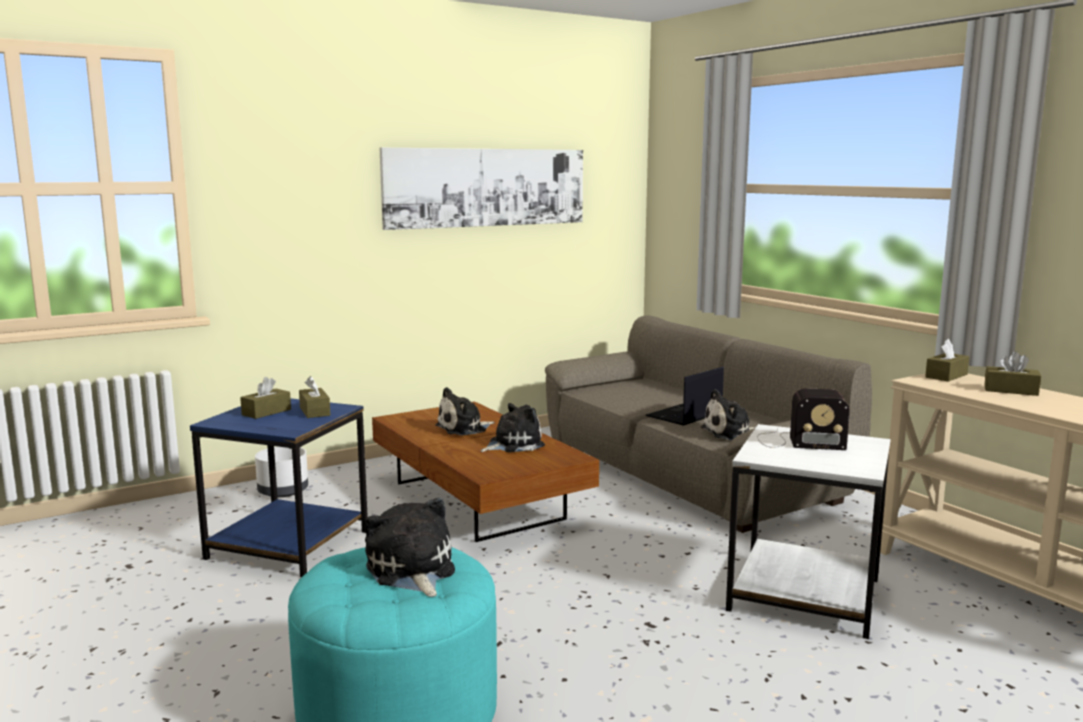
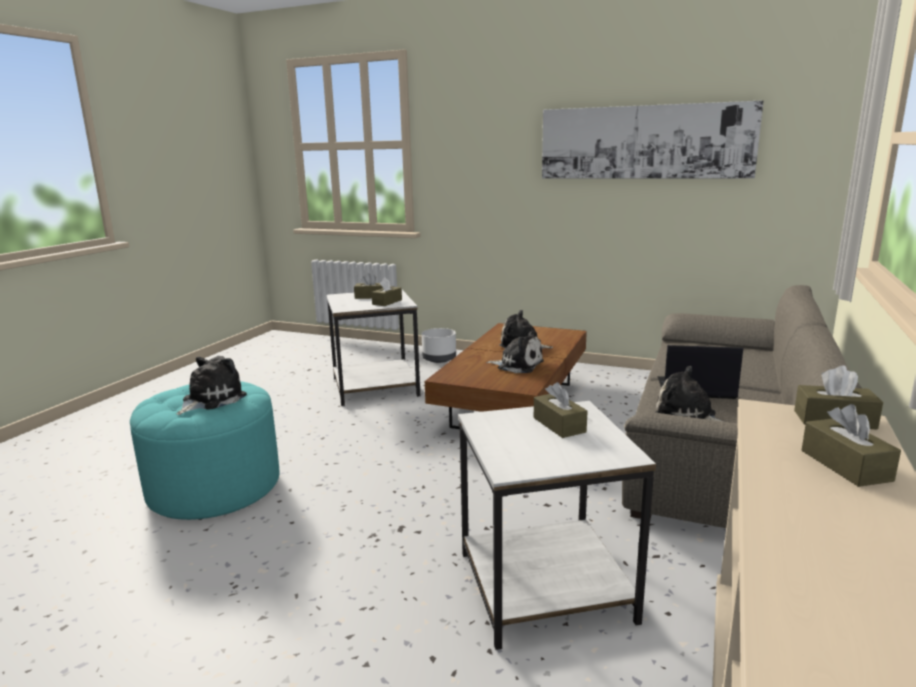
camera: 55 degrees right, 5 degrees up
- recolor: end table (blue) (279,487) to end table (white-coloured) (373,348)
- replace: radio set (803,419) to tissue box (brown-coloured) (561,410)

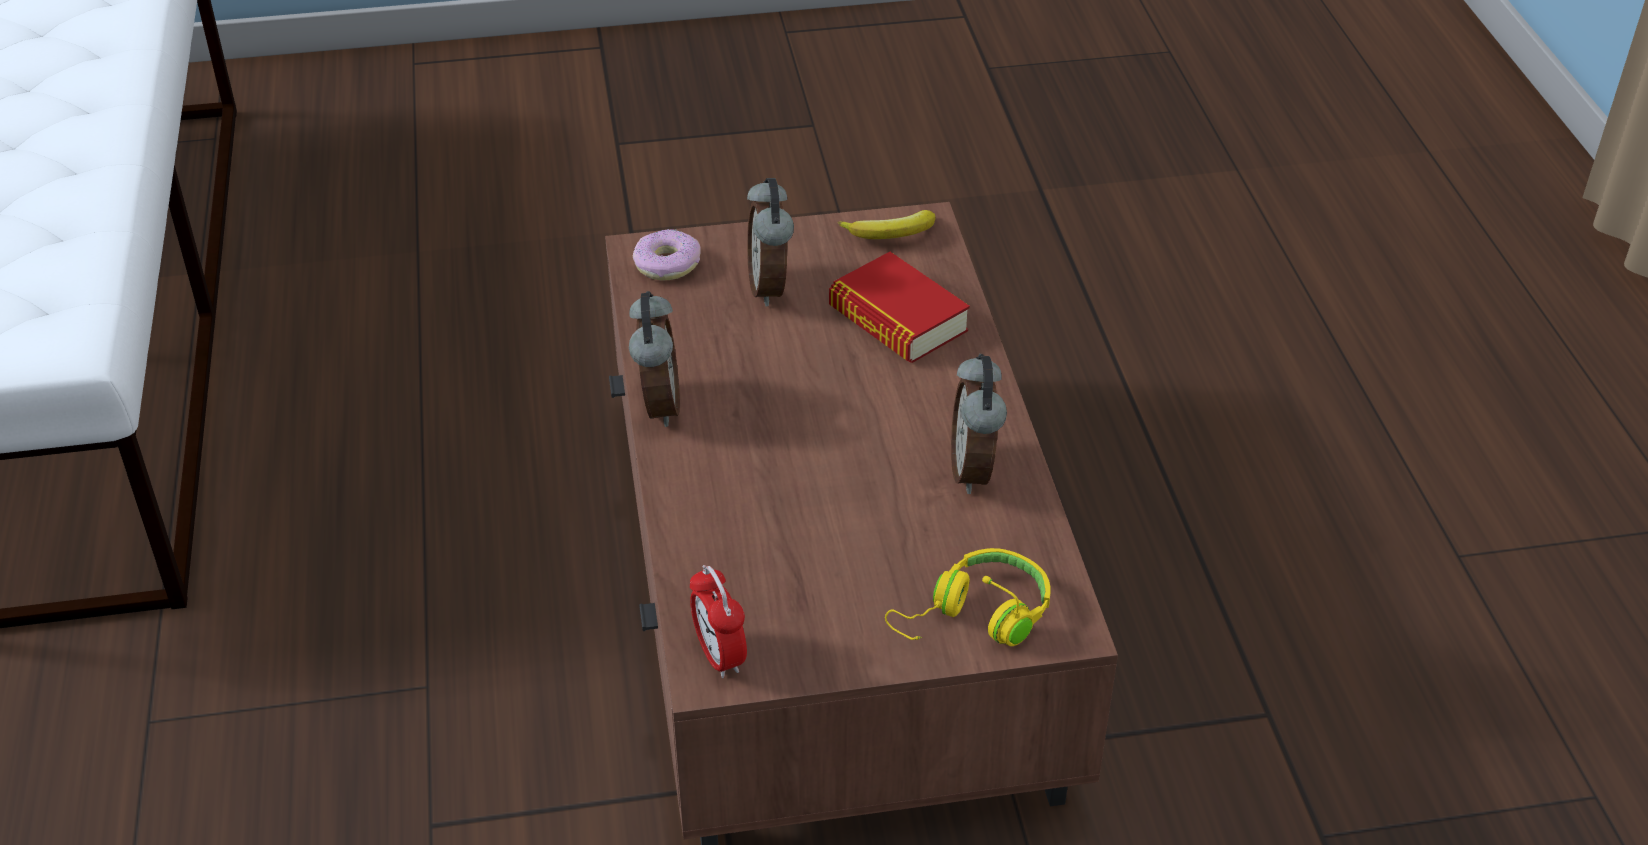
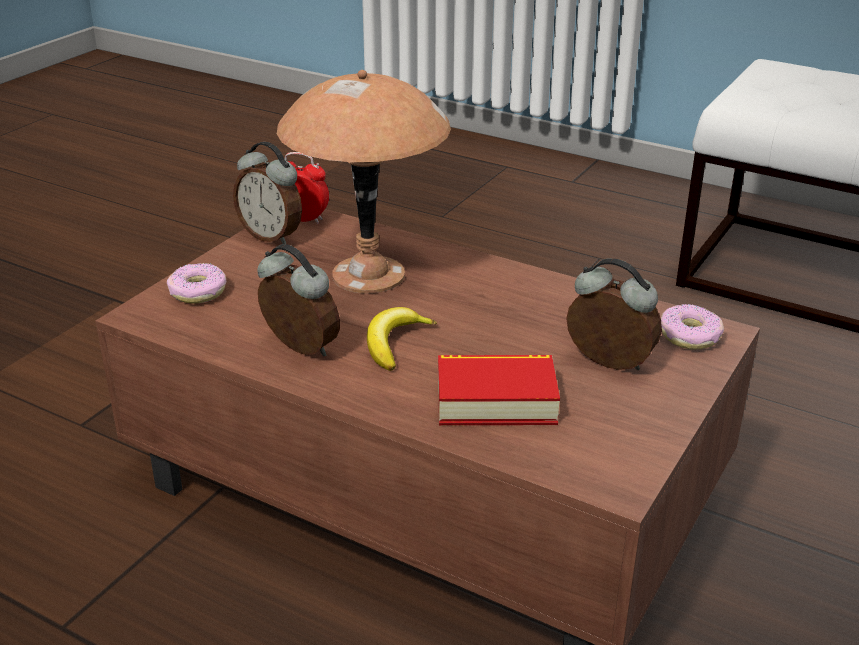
camera: 130 degrees right, 10 degrees down
- move: alarm clock (654,359) to (267,193)
- move: banana (886,224) to (402,339)
- replace: headphones (yellowish) (968,597) to doughnut (196,283)
- insert: table lamp (brown-coloured) (364,182)

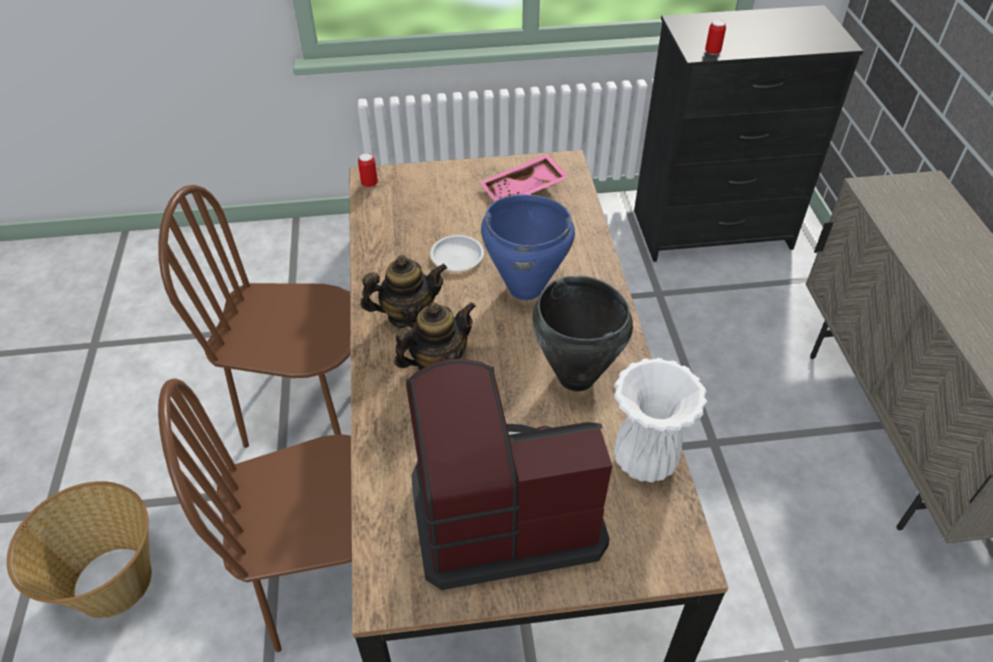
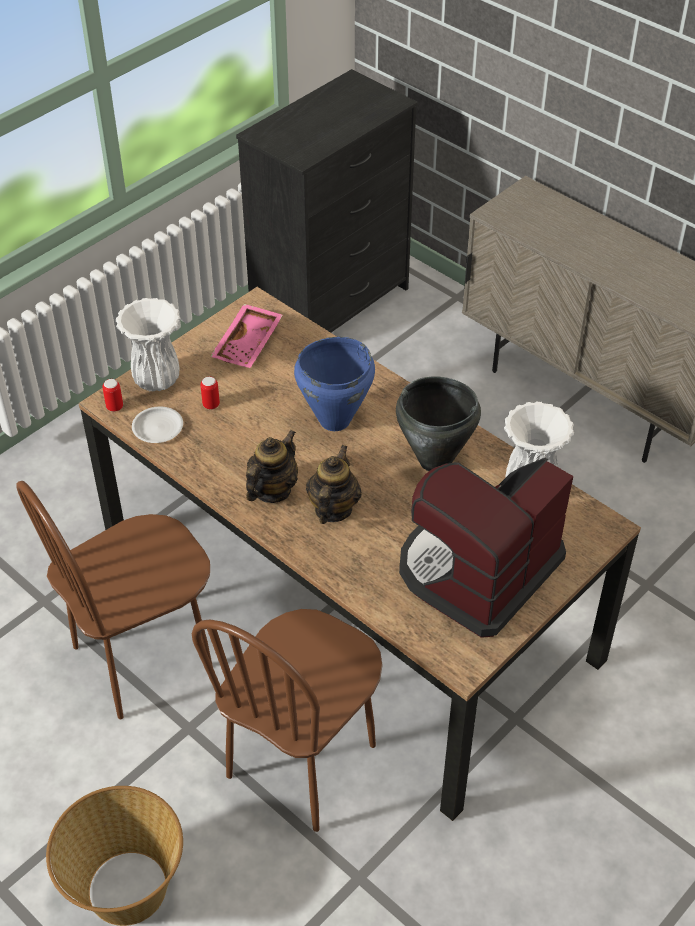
camera: 40 degrees left, 0 degrees up
- move: flat dish (white-coloured) (457,253) to (157,425)
- move: metal can (715,37) to (210,393)
- insert: vase (white-coloured) (148,344)

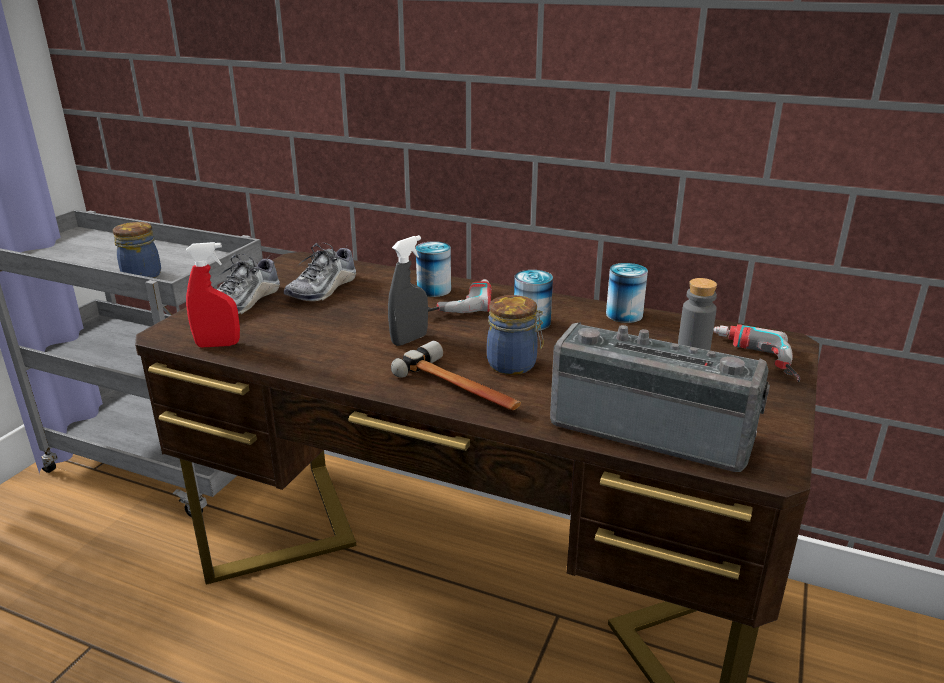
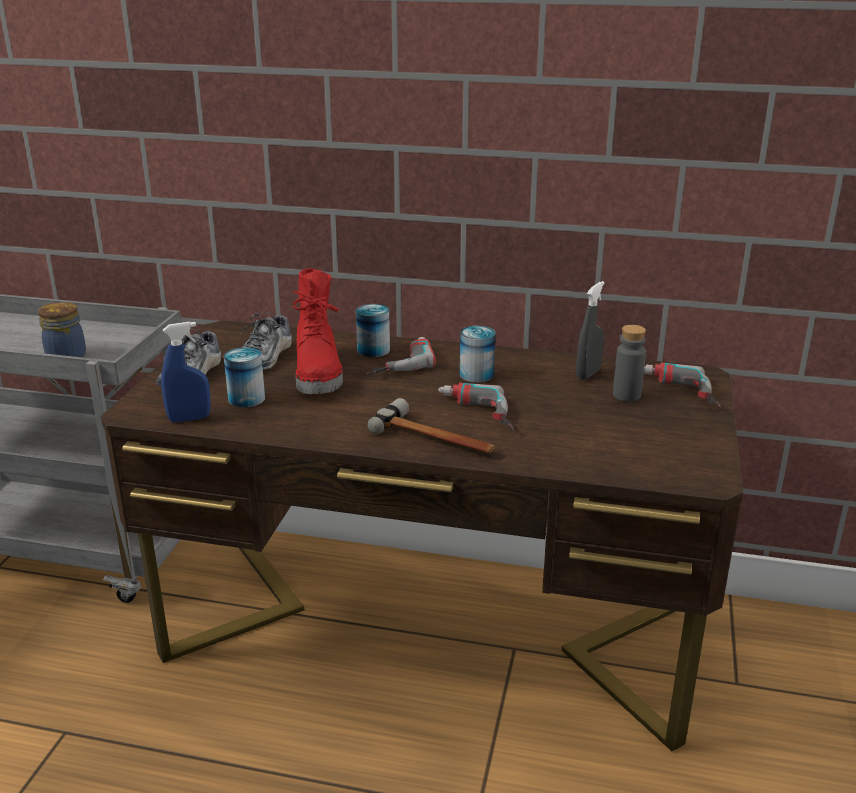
camera: 10 degrees left, 0 degrees up
- recolor: spray bottle (red) (213,294) to spray bottle (blue) (186,372)
- move: spray bottle (grey) (408,290) to (590,330)
- replace: preserve jar (515,335) to power drill (476,407)
- delete: radio set (660,397)
- move: metal can (627,293) to (244,377)
- insert: boot (red) (318,331)

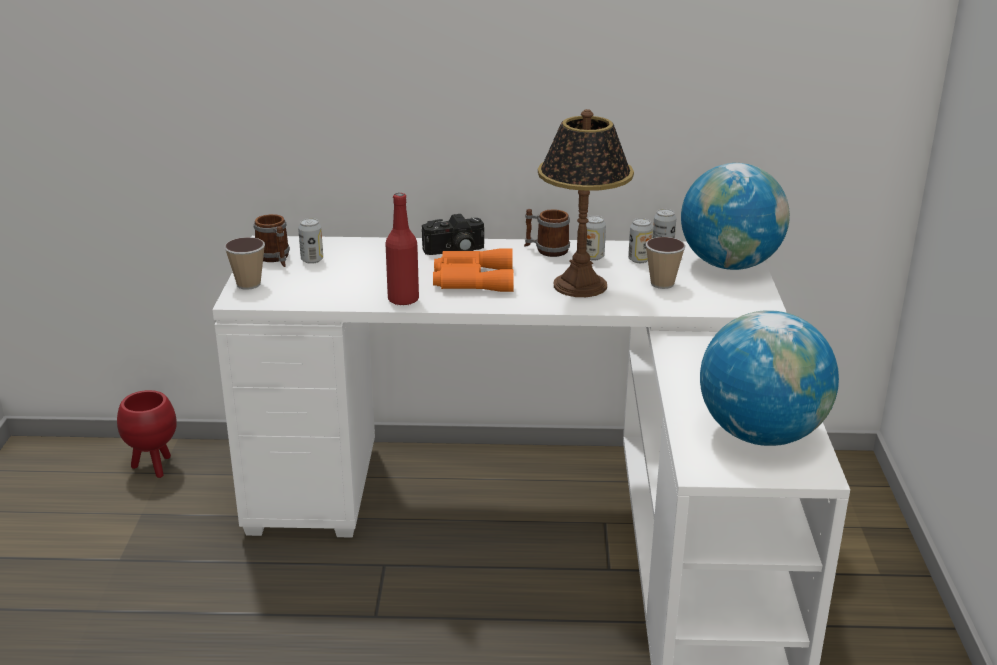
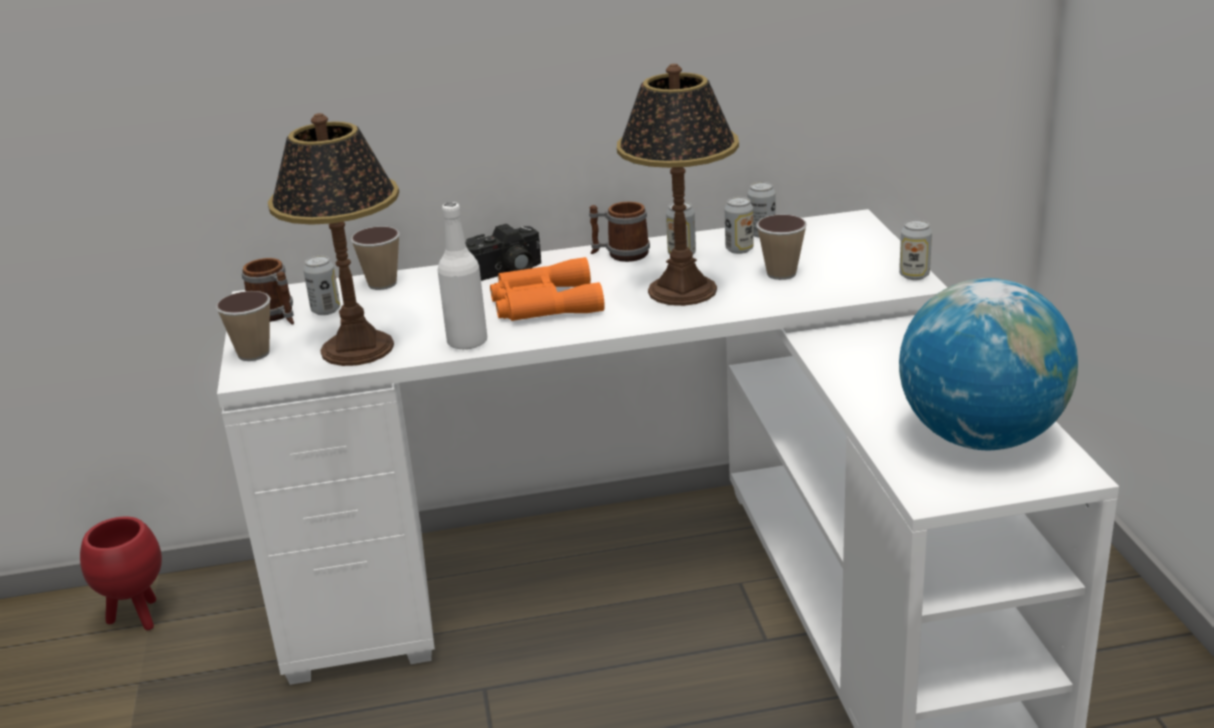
camera: 10 degrees left, 0 degrees up
- recolor: drink bottle (red) (402,249) to drink bottle (white-coloured) (462,276)
- delete: globe (735,216)
- insert: table lamp (333,239)
- insert: drinking cup (375,258)
- insert: metal can (915,250)

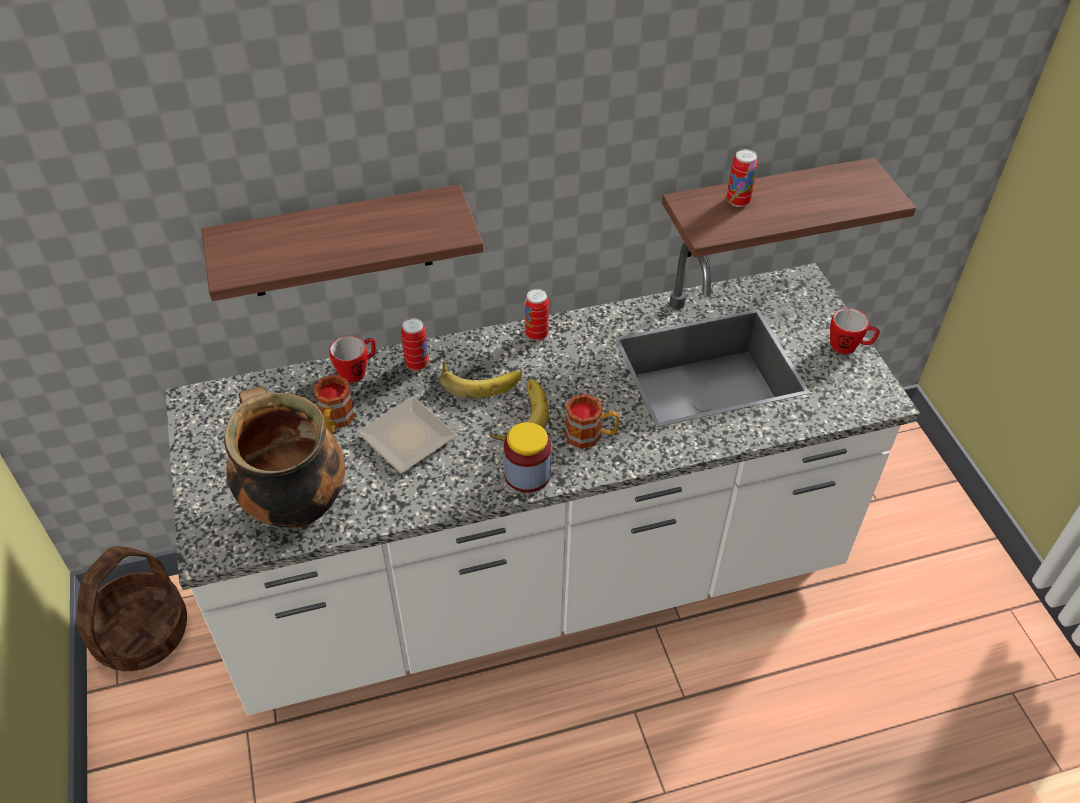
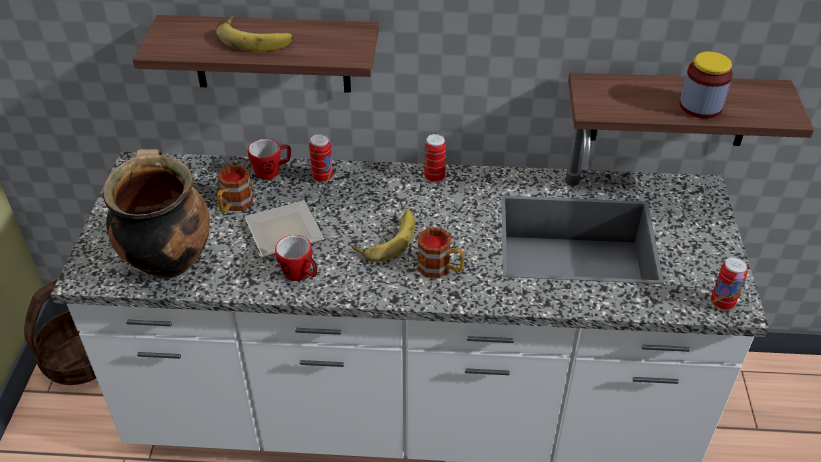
camera: 20 degrees right, 5 degrees down
- move: banana (480,378) to (254,33)
- move: preserve jar (527,457) to (706,85)
- move: metal can (742,178) to (729,283)
- move: tea mug (855,331) to (296,258)

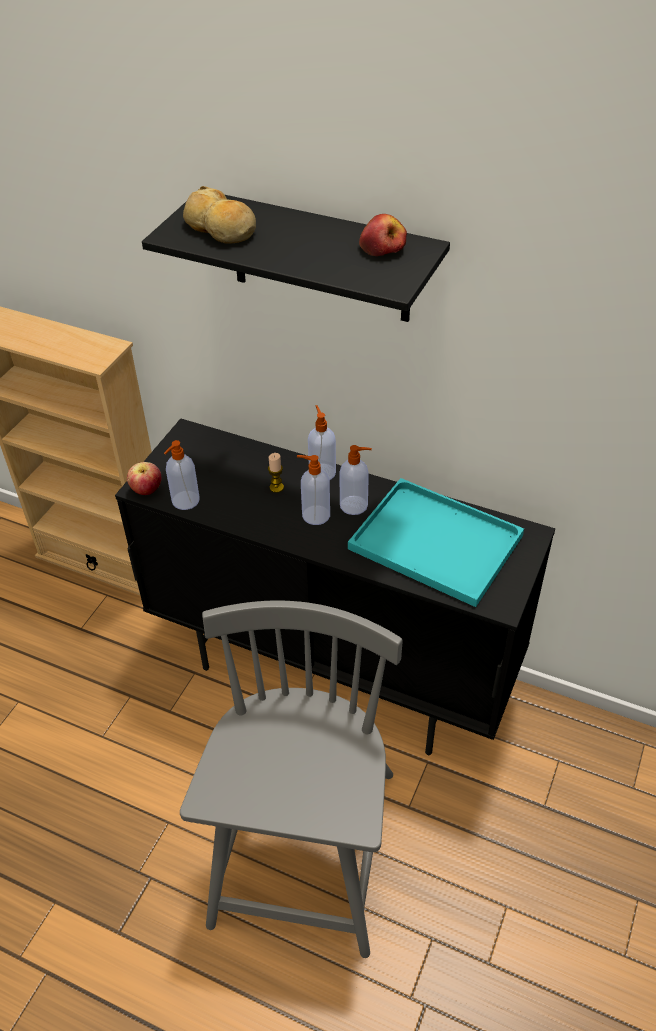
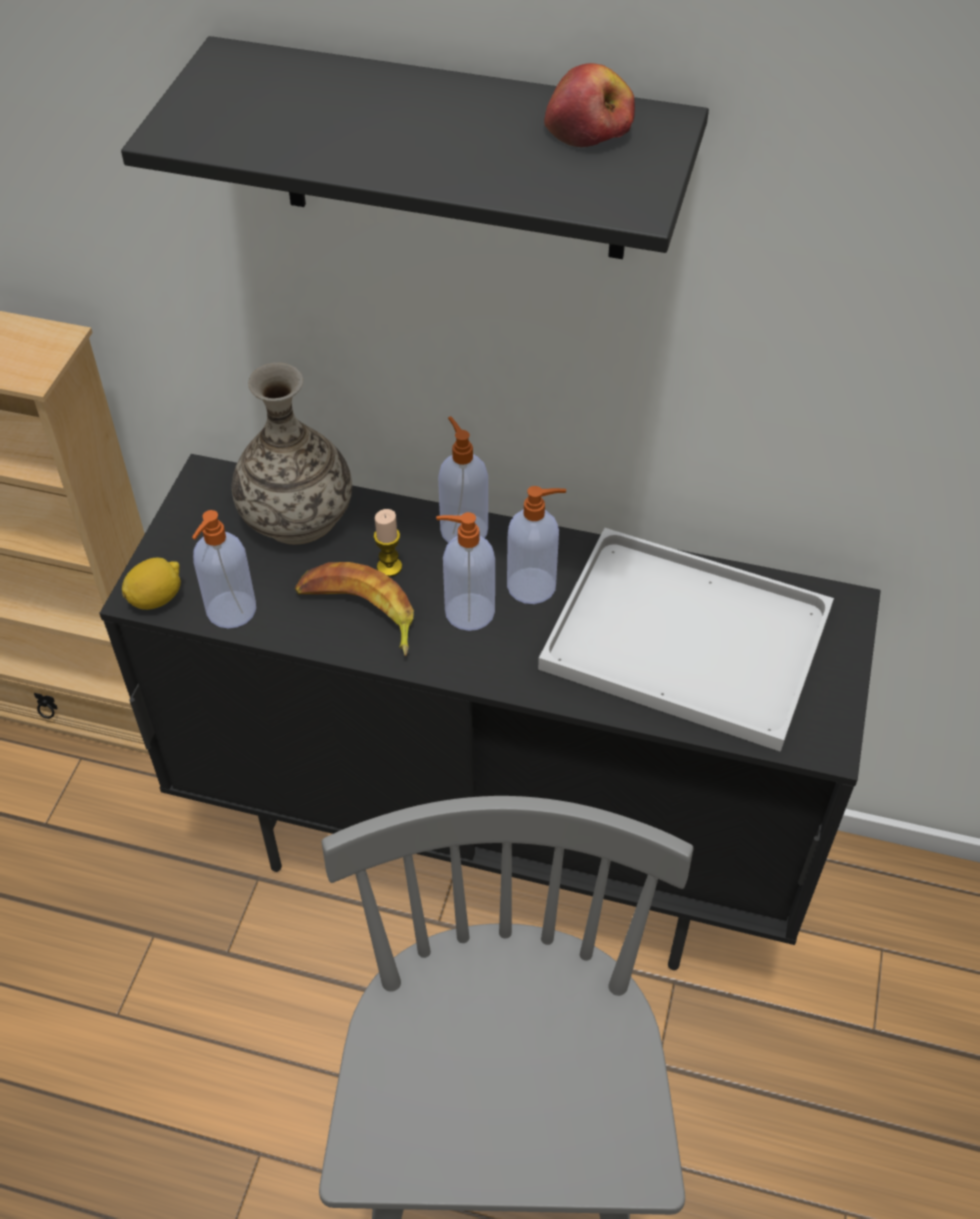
camera: 10 degrees left, 5 degrees up
- replace: whole apple (144,478) to citrus fruit (151,584)
- delete: bakery bread (219,214)
- recolor: serving tray (turquoise-coloured) (436,542) to serving tray (white-coloured) (686,640)
- insert: vase (292,454)
- insert: banana (354,609)

